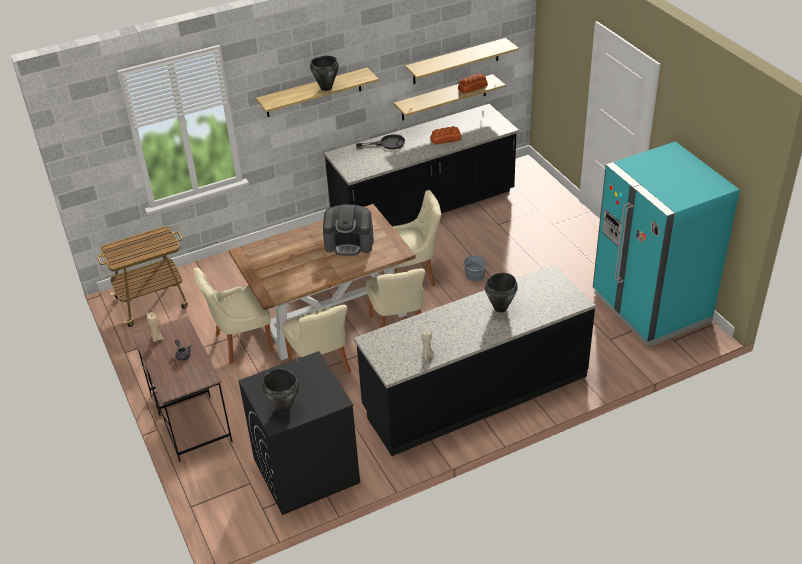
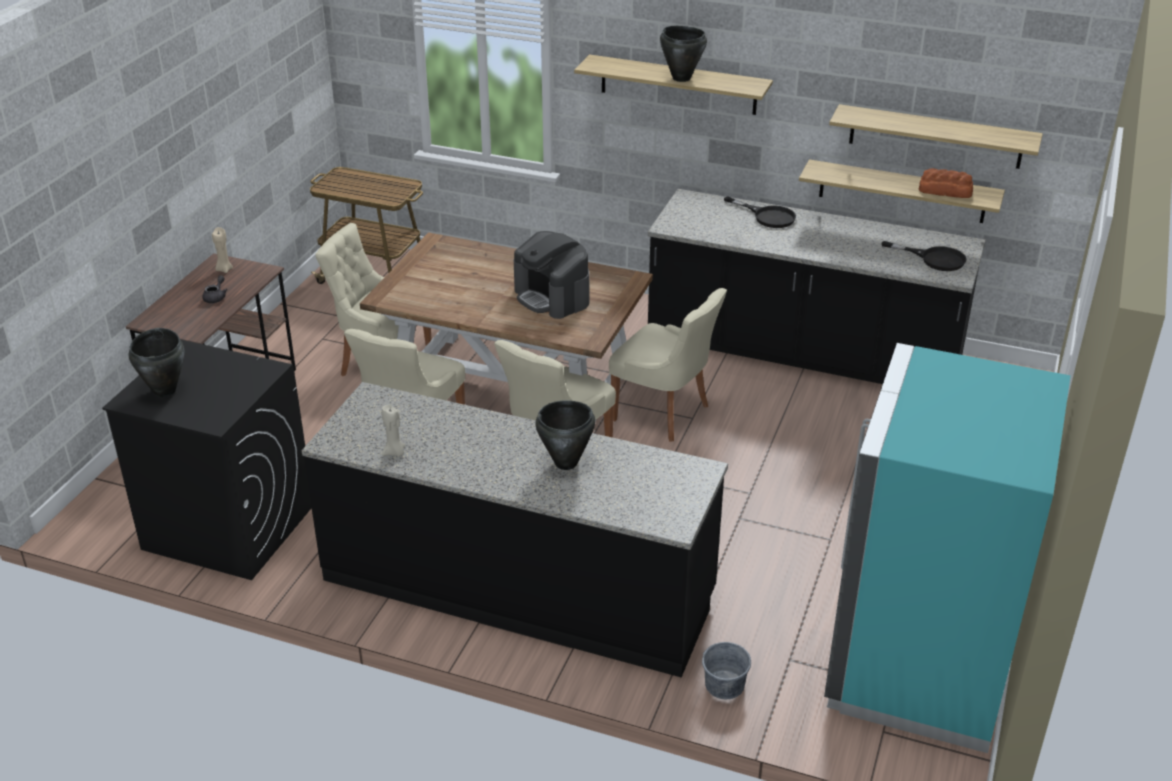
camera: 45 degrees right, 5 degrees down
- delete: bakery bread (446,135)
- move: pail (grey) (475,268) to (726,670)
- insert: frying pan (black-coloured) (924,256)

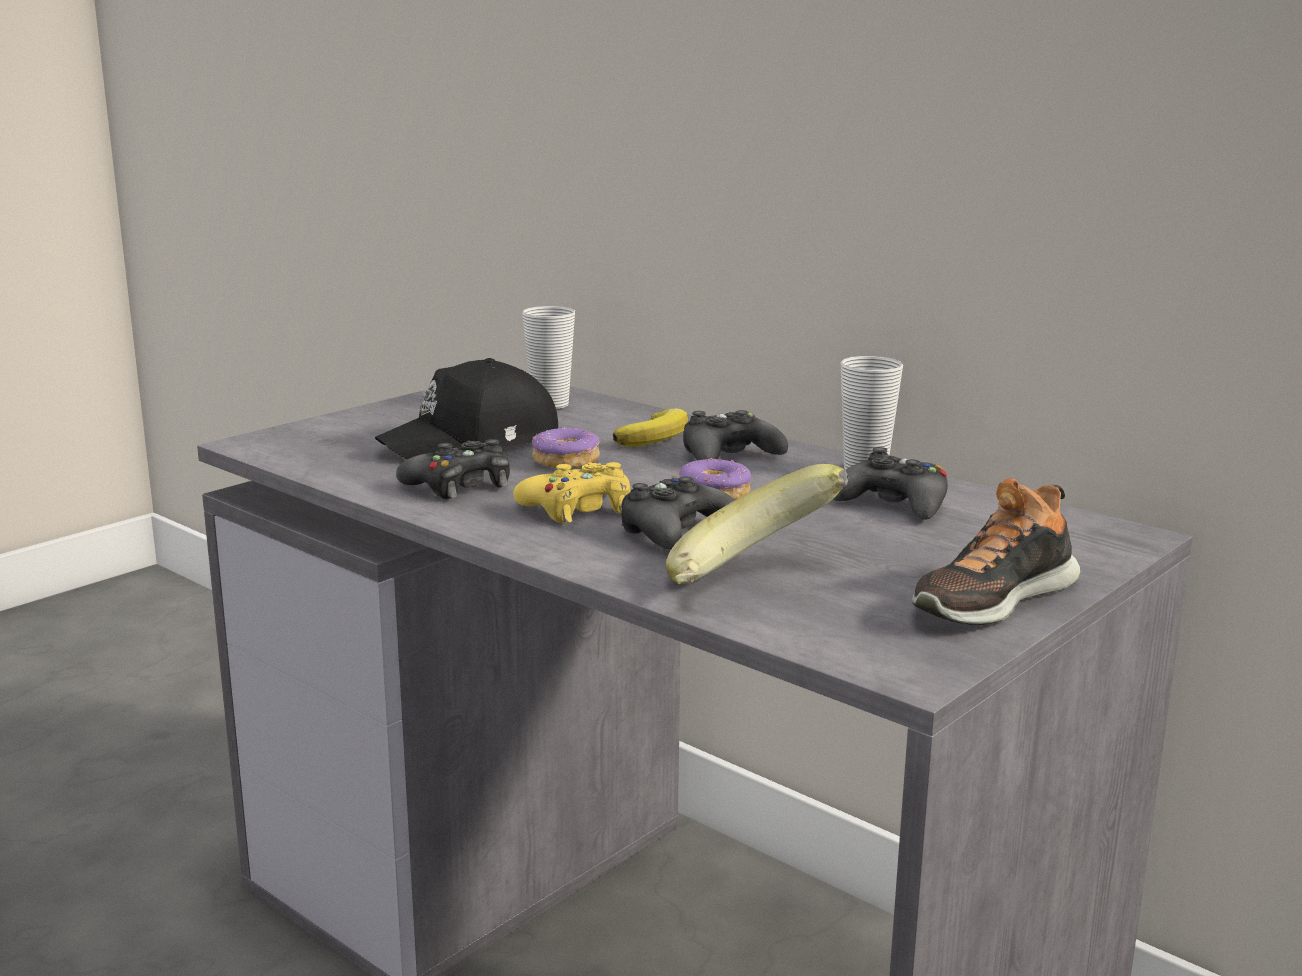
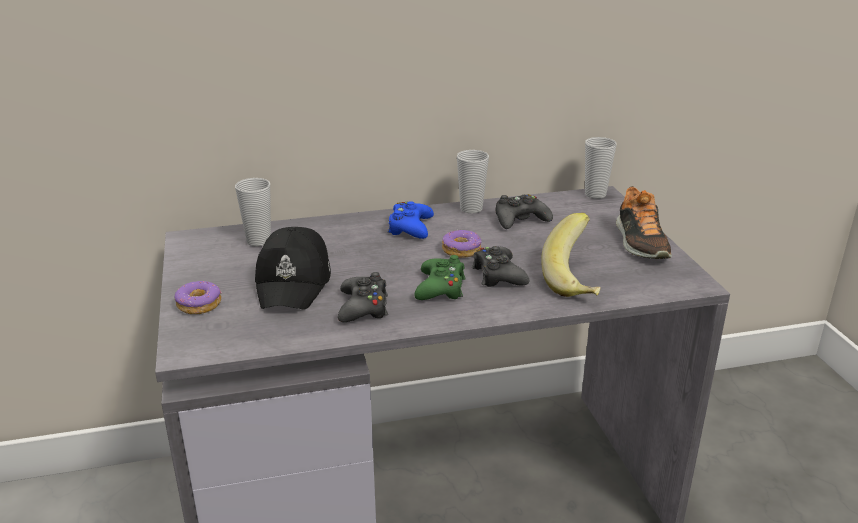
camera: 55 degrees left, 10 degrees up
- recolor: gamepad (yellowish) (572,493) to gamepad (green-coloured) (440,277)
- move: doughnut (566,447) to (198,297)
- delete: banana (650,427)
- recolor: gamepad (black-coloured) (735,435) to gamepad (blue) (411,220)
- insert: drinking cup (601,168)

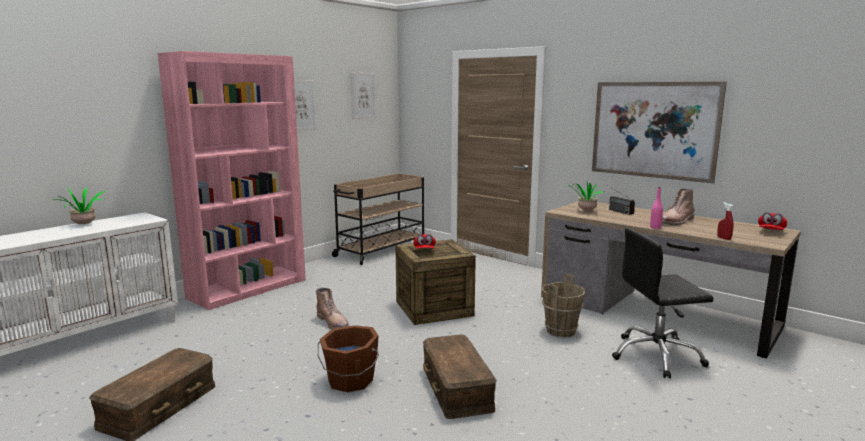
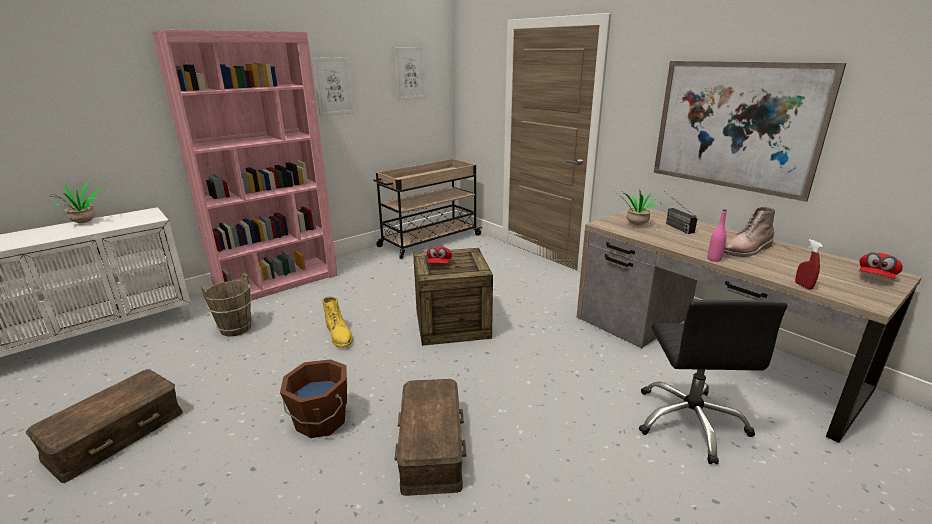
camera: 10 degrees right, 10 degrees up
- recolor: boot (brown-coloured) (332,308) to boot (yellowish) (337,322)
- move: pail (brown-coloured) (563,305) to (226,305)
- rotate: office chair (black-coloured) (663,303) = (713,382) 90 degrees counterclockwise

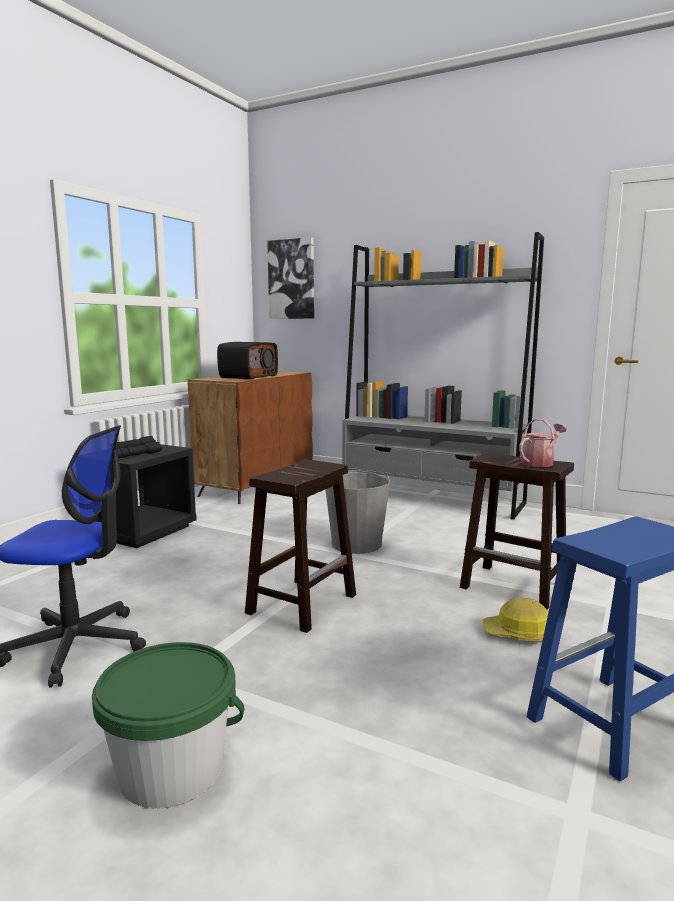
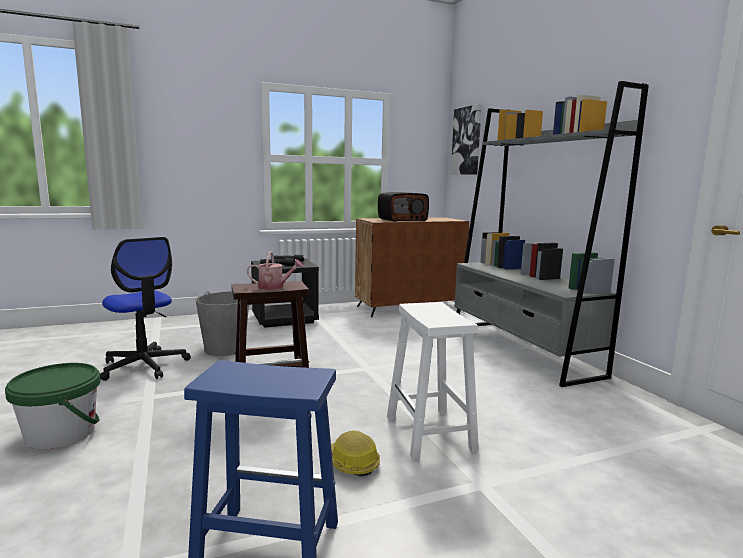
camera: 40 degrees right, 0 degrees up
- move: pail (grey) (357,512) to (222,323)
- recolor: sitting stool (brown-coloured) (517,531) to sitting stool (white-coloured) (433,381)
- move: watering pot (542,442) to (275,270)

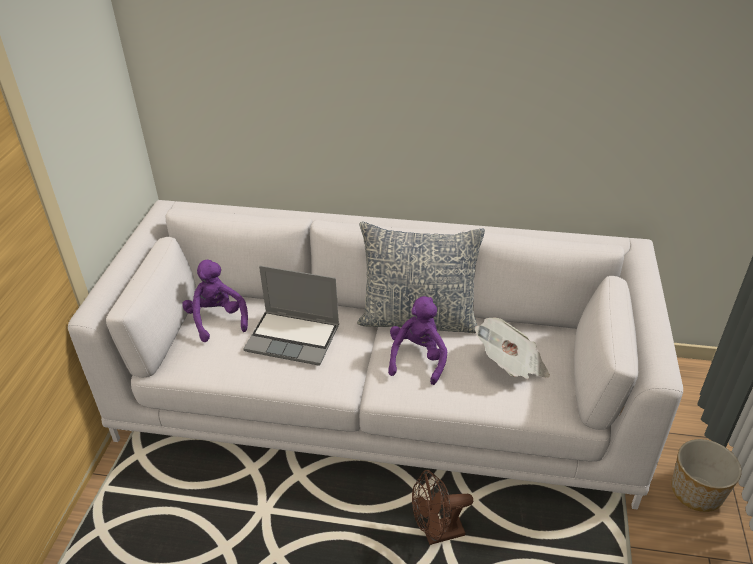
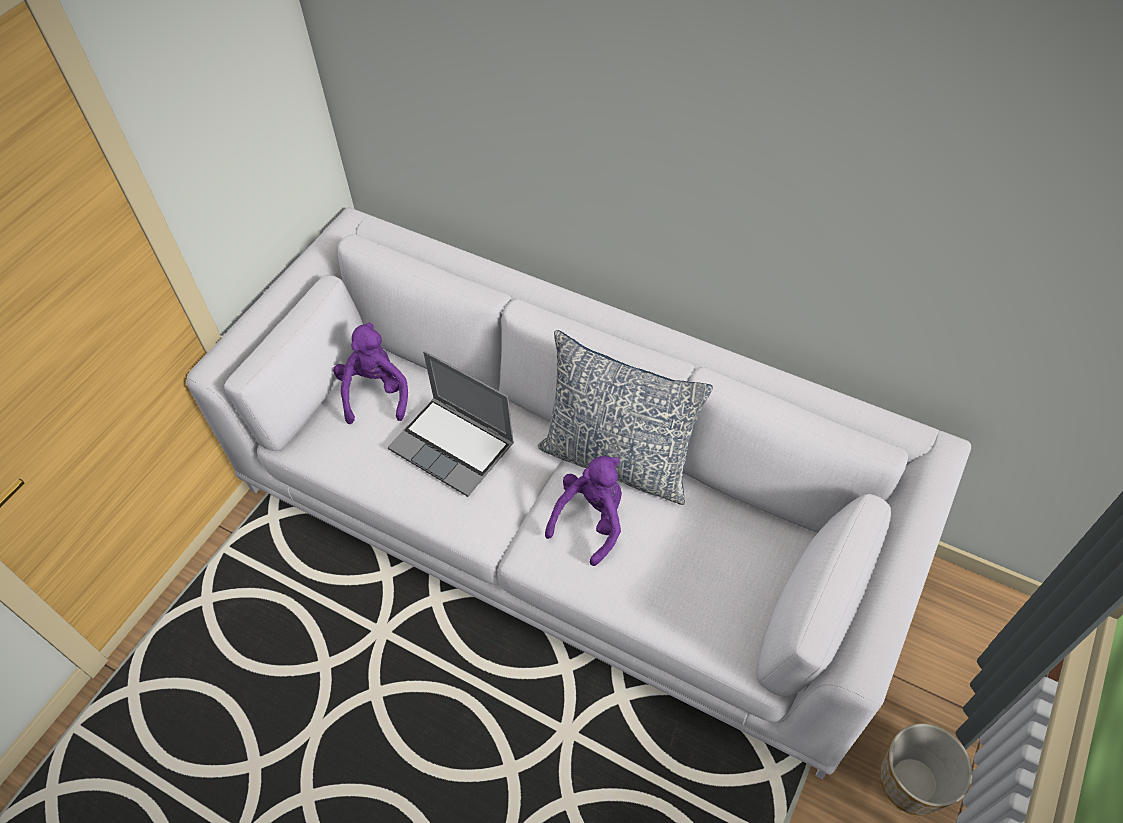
camera: 20 degrees right, 15 degrees up
- delete: cooling fan (brown-coloured) (442,507)
- delete: daily paper (512,348)

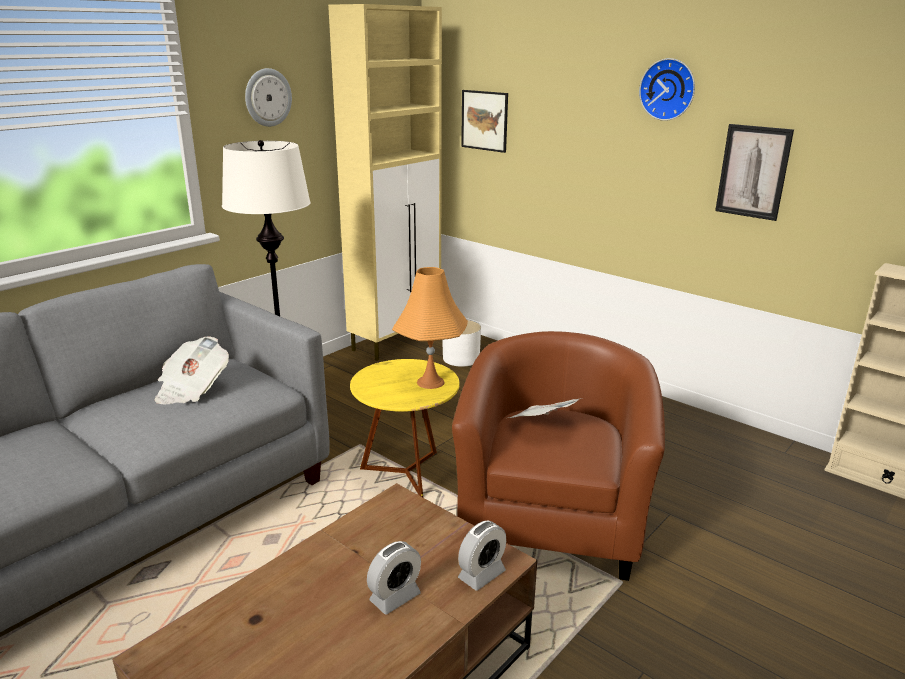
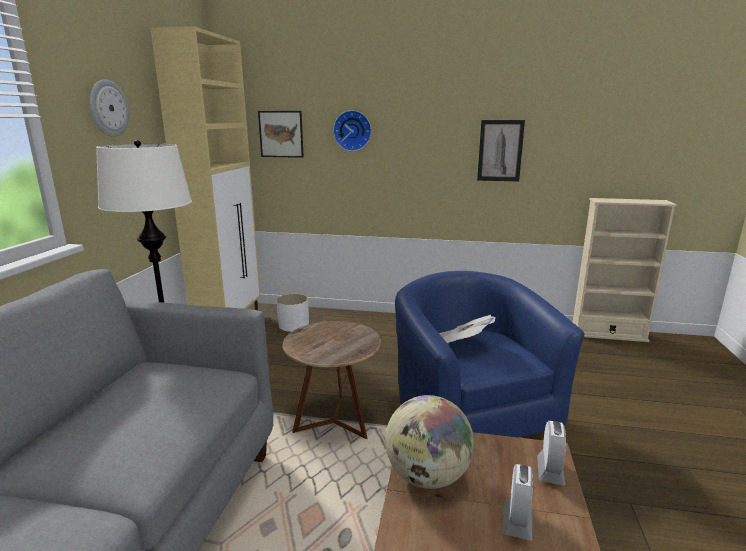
camera: 30 degrees left, 5 degrees down
- delete: daily paper (191,370)
- recolor: end table (yellowish) (405,428) to end table (brown-coloured) (332,380)
- delete: table lamp (orange-coloured) (430,328)
- recolor: armchair (brown-coloured) (558,456) to armchair (blue) (489,354)
- move: wall clock (667,89) to (352,130)
- insert: globe (429,442)

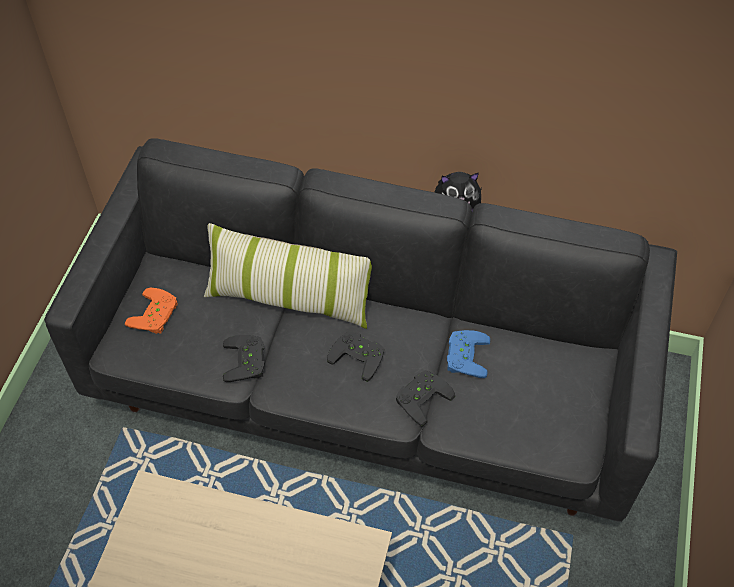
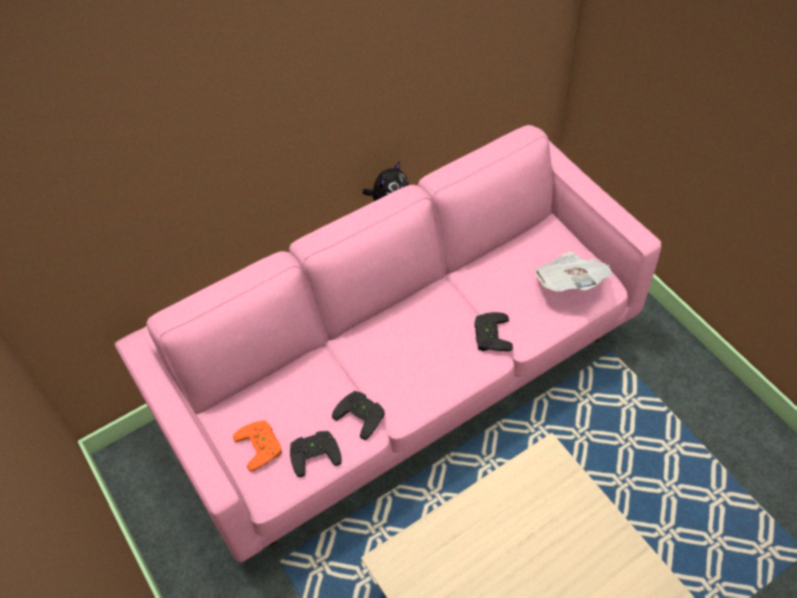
camera: 45 degrees left, 0 degrees up
- recolor: settee (black-coloured) (360,330) to settee (pink-coloured) (387,344)
- delete: cushion (288,276)
- move: gamepad (black-coloured) (355,356) to (316,454)
- delete: gamepad (blue) (468,354)
- insert: daily paper (573,271)

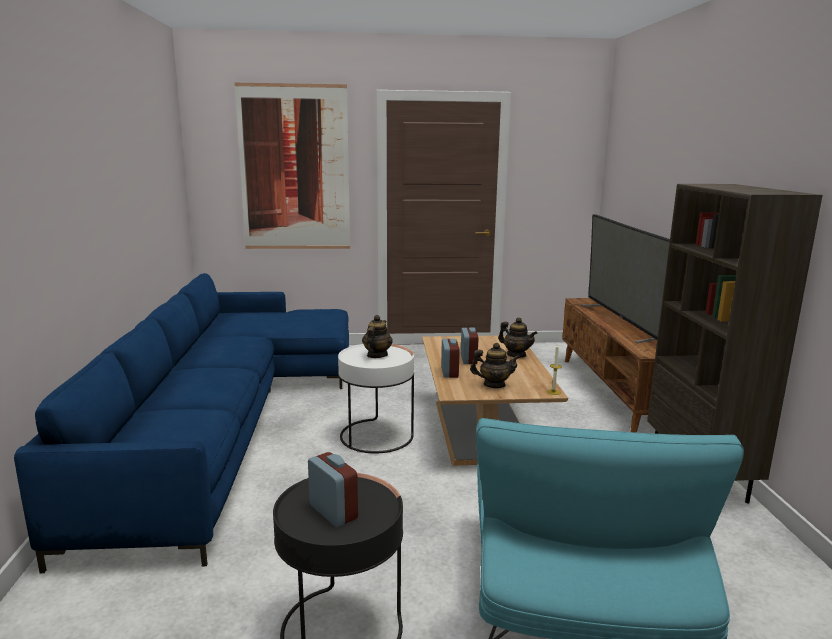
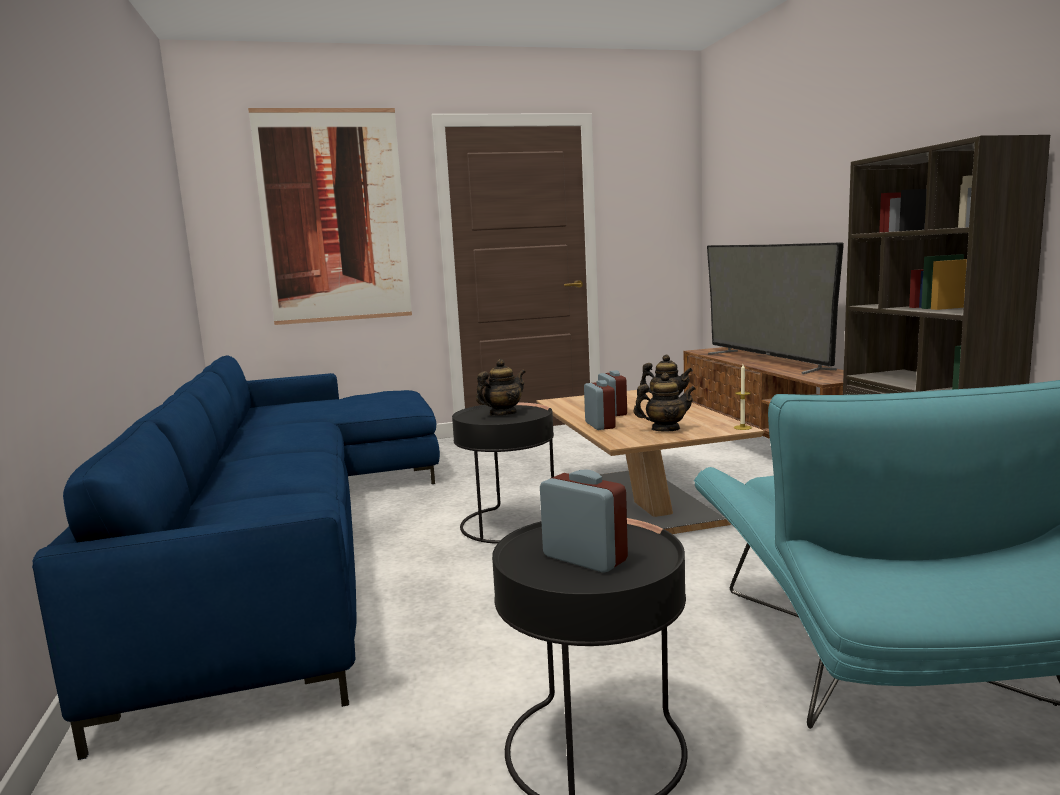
camera: 10 degrees left, 5 degrees down
- recolor: end table (white-coloured) (376,399) to end table (black-coloured) (503,473)
- rotate: teapot (377,336) = (501,387) 45 degrees clockwise

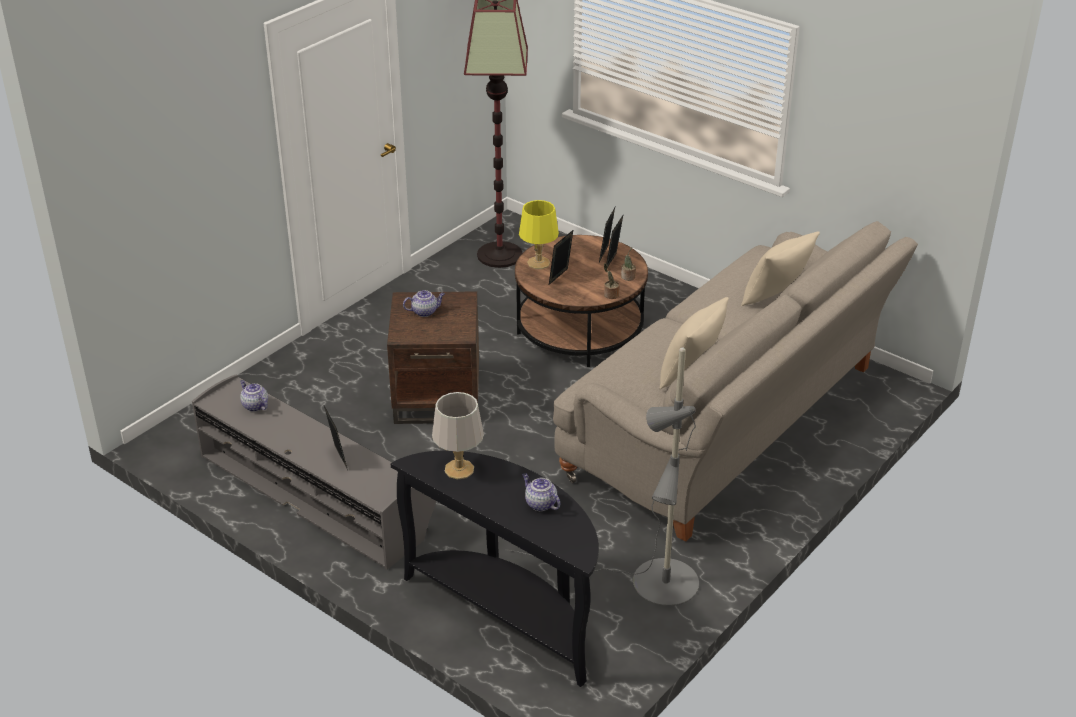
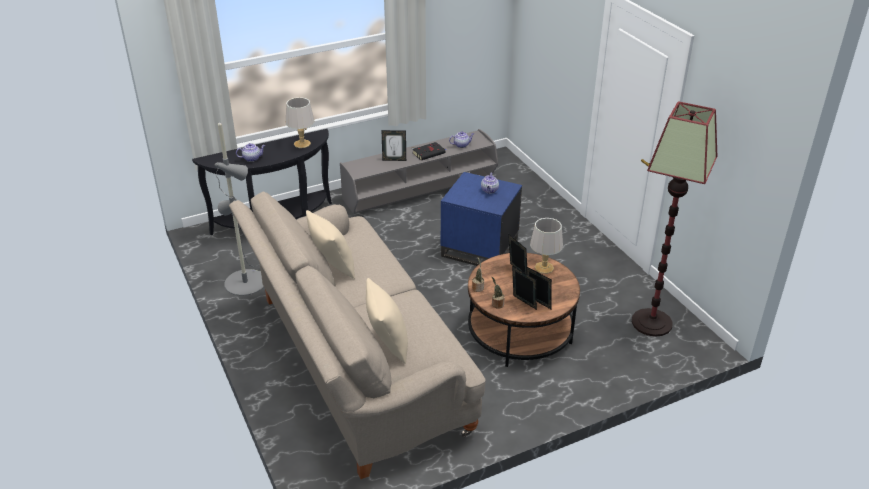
camera: 115 degrees right, 0 degrees up
- recolor: end table (brown-coloured) (433,357) to end table (blue) (481,219)
- recolor: table lamp (yellowish) (539,234) to table lamp (grey) (546,246)
- insert: bound book (black-coloured) (430,151)

